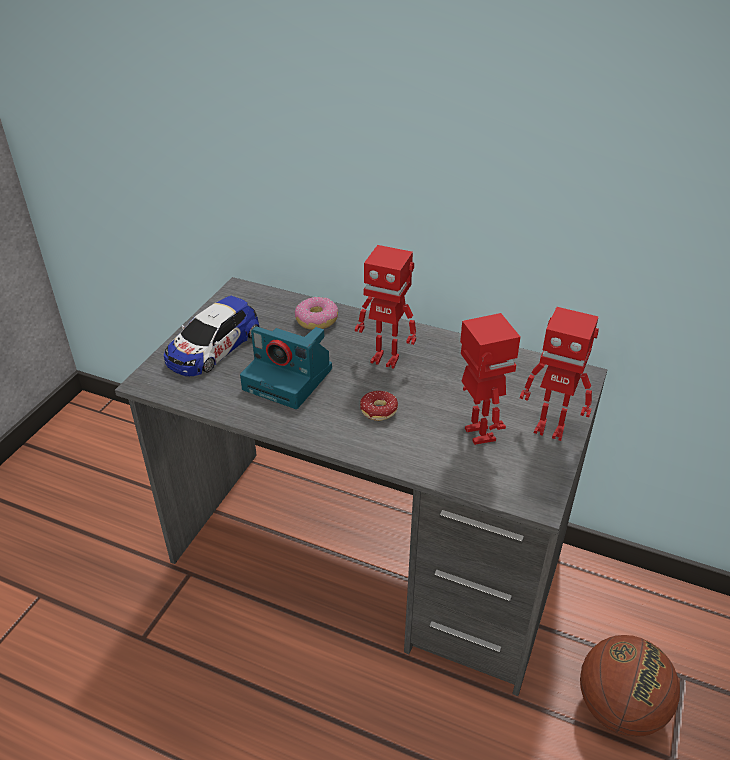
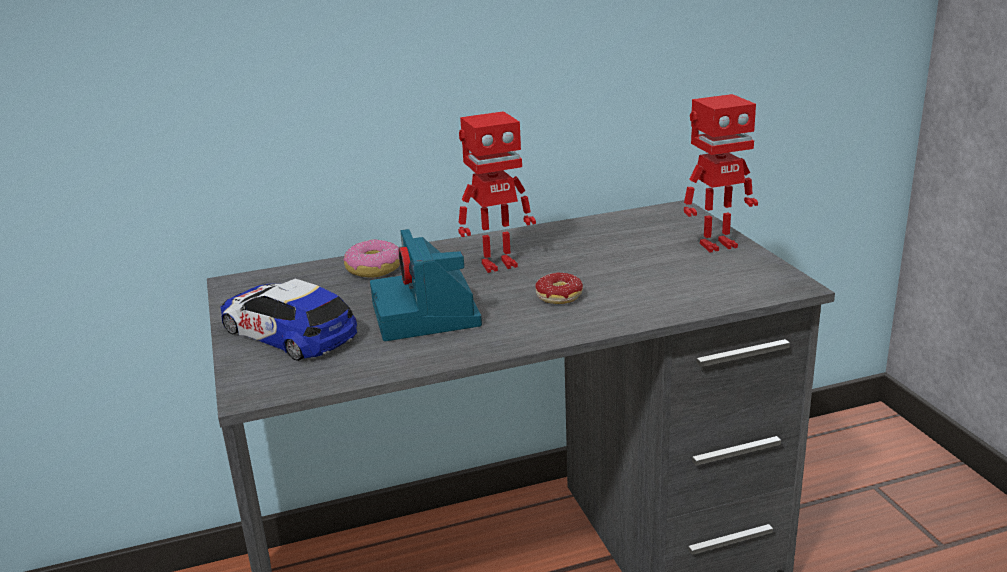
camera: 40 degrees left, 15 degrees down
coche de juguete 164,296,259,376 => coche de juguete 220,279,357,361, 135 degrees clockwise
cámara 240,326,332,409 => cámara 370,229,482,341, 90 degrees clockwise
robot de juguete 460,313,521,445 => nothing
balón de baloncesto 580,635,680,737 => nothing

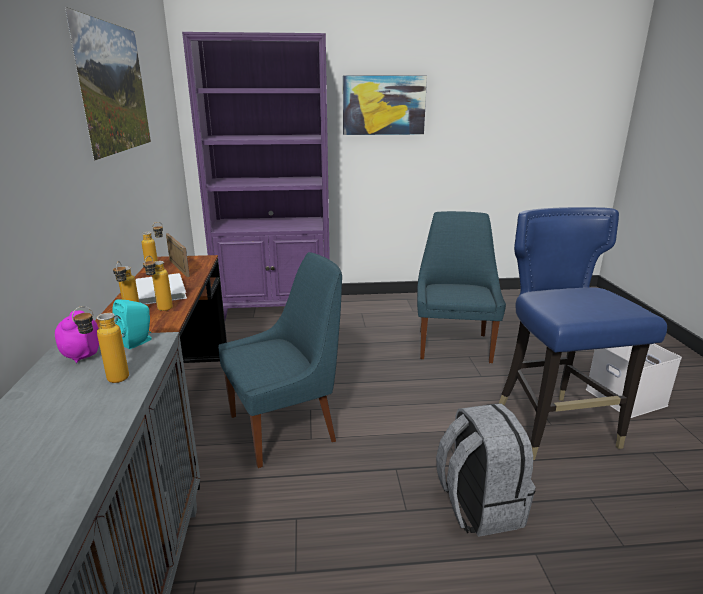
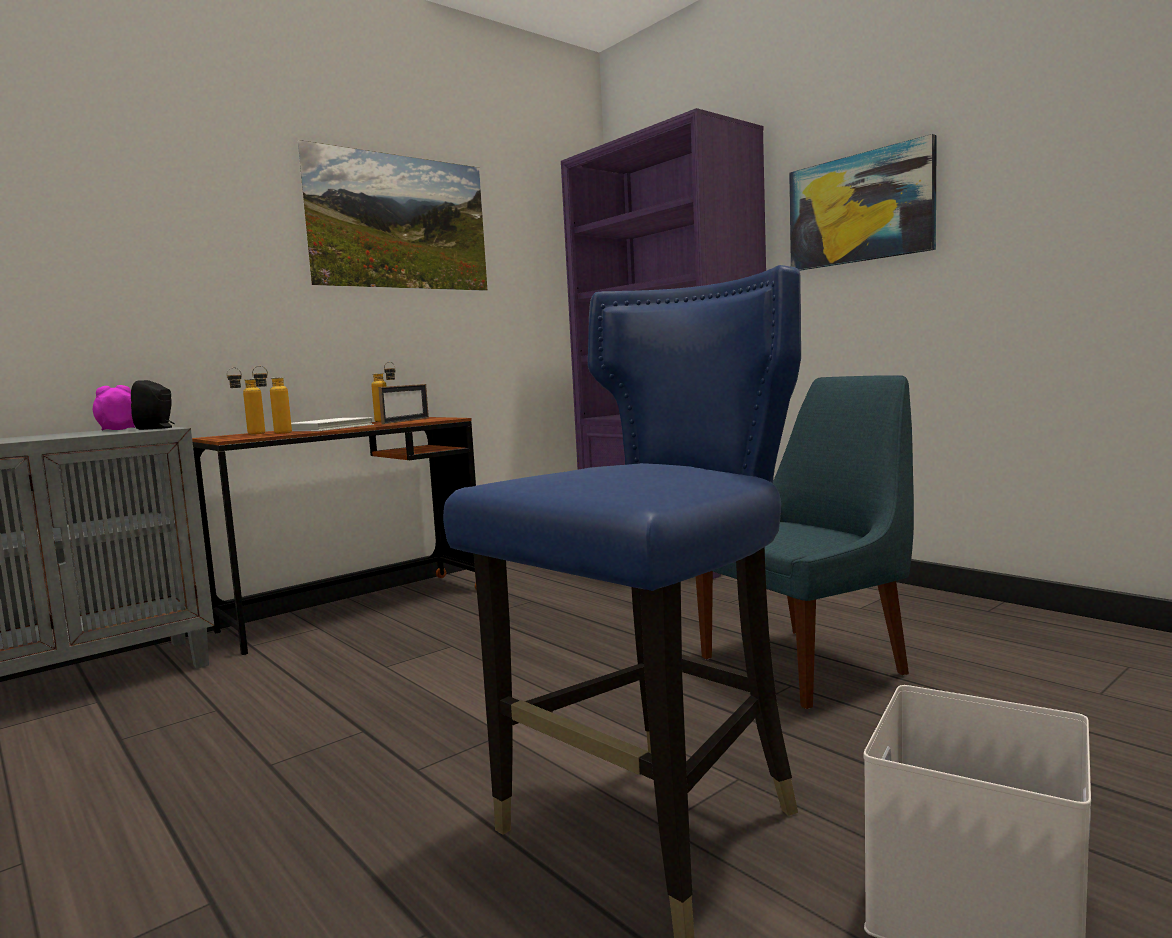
camera: 55 degrees right, 15 degrees down
altavoz [turquesa] 112,299,152,349 => altavoz [negro] 131,380,175,430
botella 72,306,129,383 => nothing
silla [azul] 218,252,342,468 => nothing
mochila [gris] 436,403,536,537 => nothing

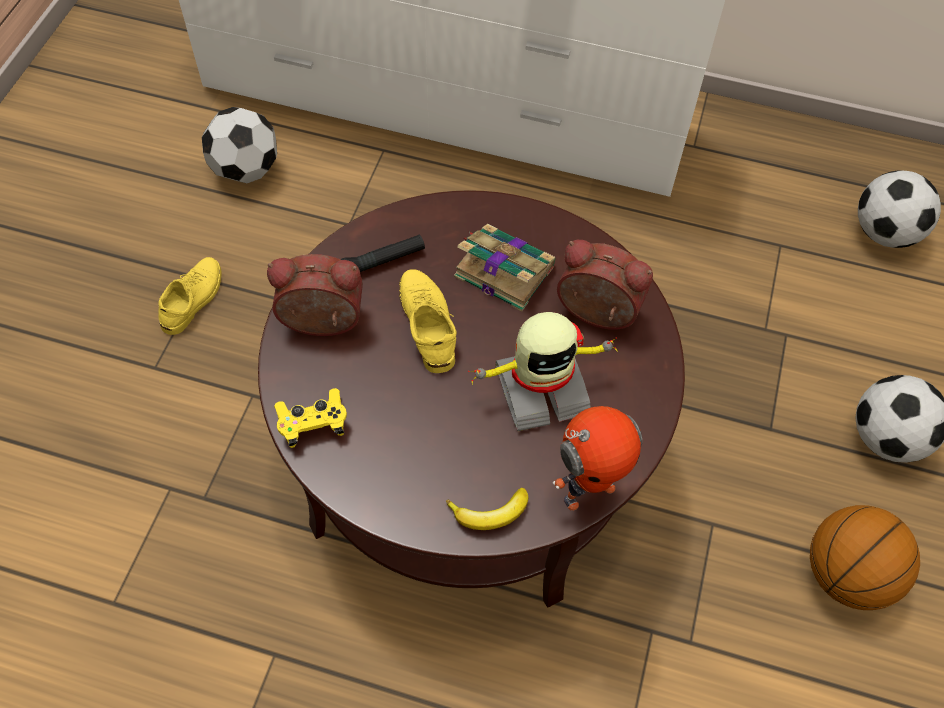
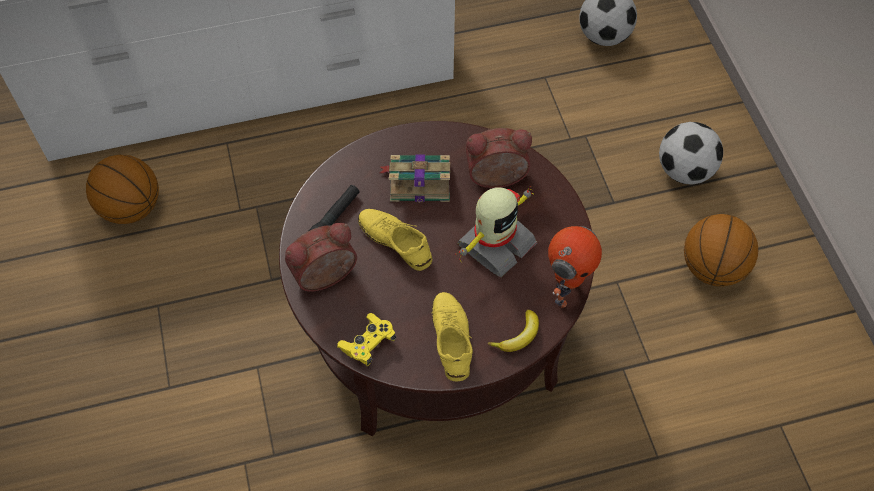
camera: 30 degrees left, 0 degrees up
balón de fútbol 202,107,277,183 => balón de baloncesto 86,155,159,224
zapato [amarillo] 158,257,222,335 => zapato [amarillo] 432,292,473,381, moved

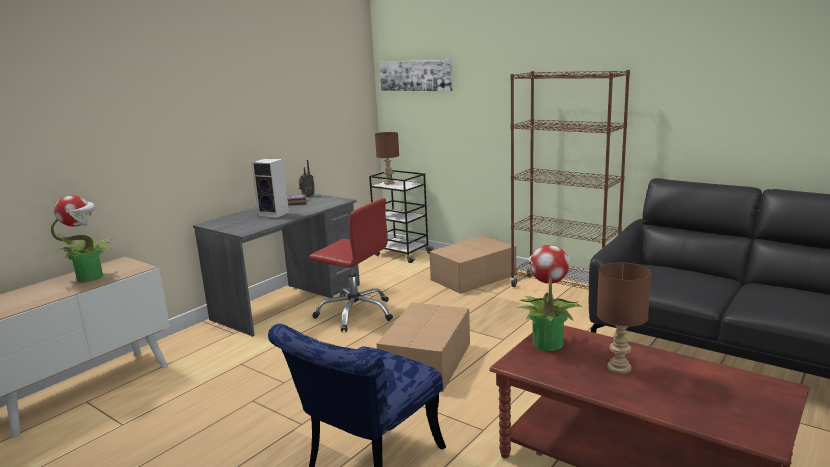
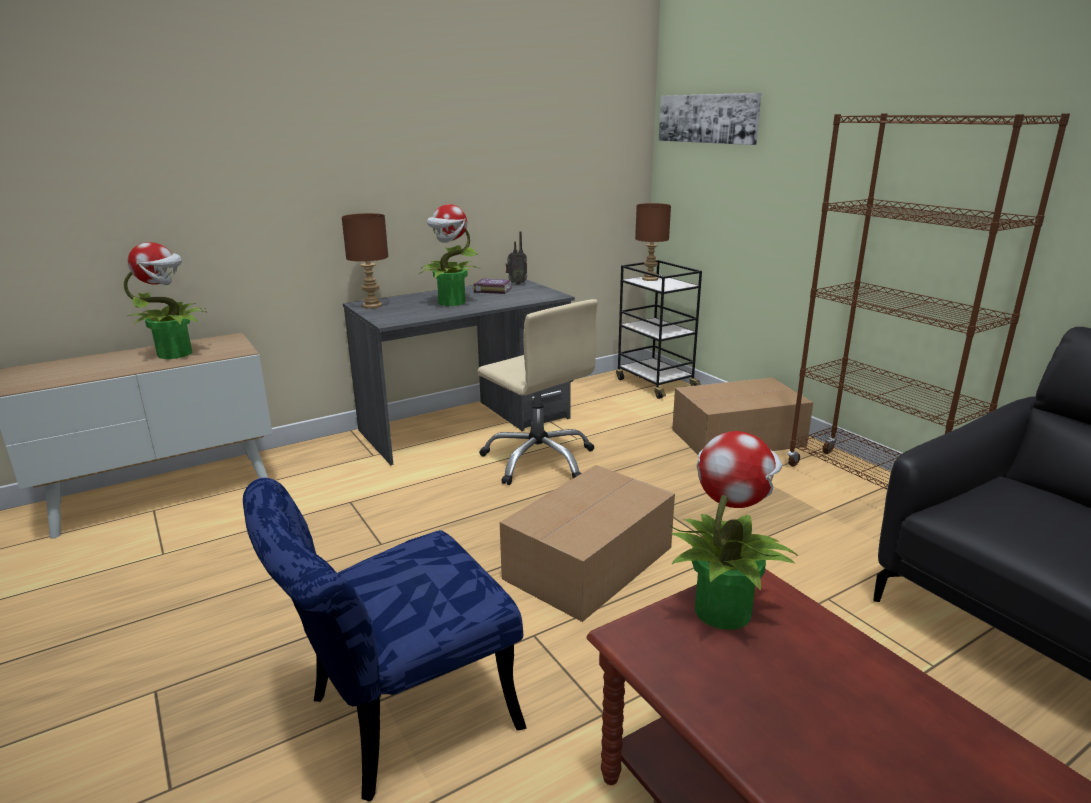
camera: 20 degrees right, 5 degrees up
lámpara de mesa [marrón] 597,262,651,374 => lámpara de mesa [marrón] 342,213,388,309, moved
altavoz 251,159,289,218 => planta en maceta 419,204,480,306
silla de oficina [rojo] 309,198,393,332 => silla de oficina [beis] 477,299,598,485

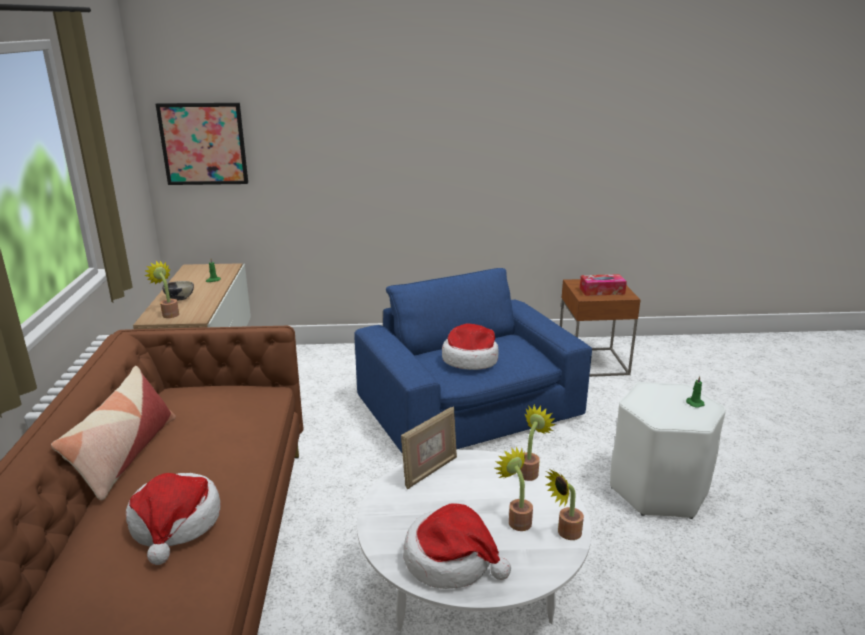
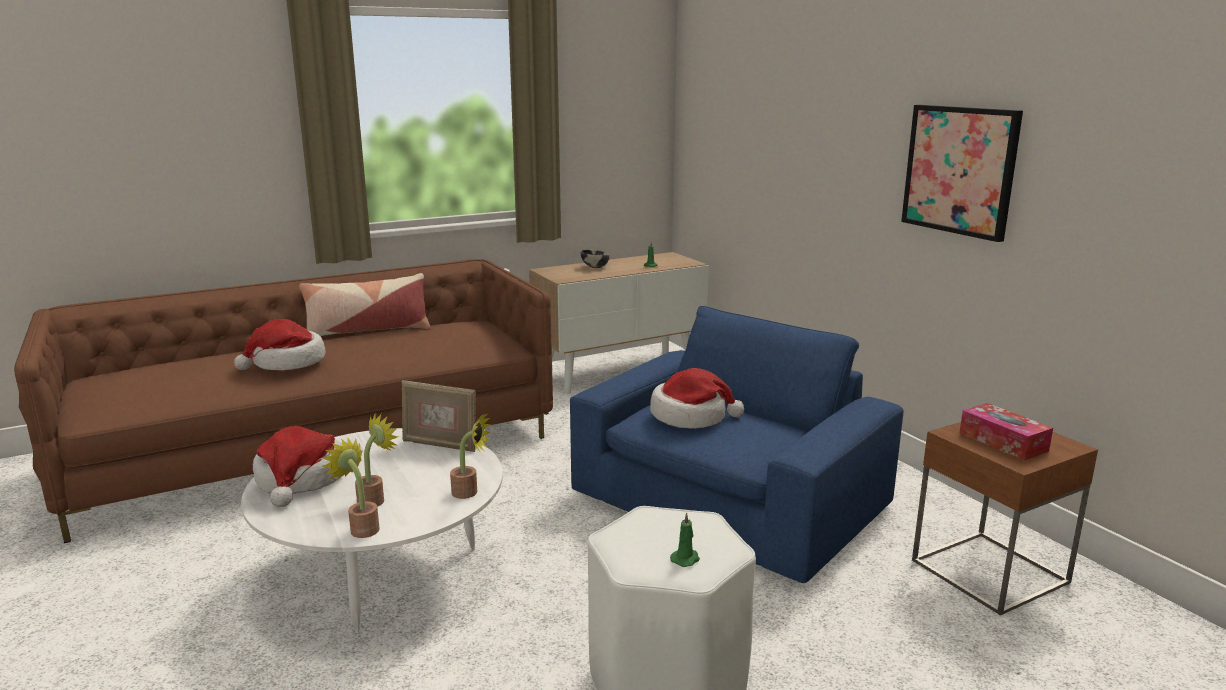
camera: 65 degrees right, 5 degrees down
cuadro 156,103,248,185 => cuadro 901,105,1023,242, moved
planta en maceta 144,261,179,318 => nothing

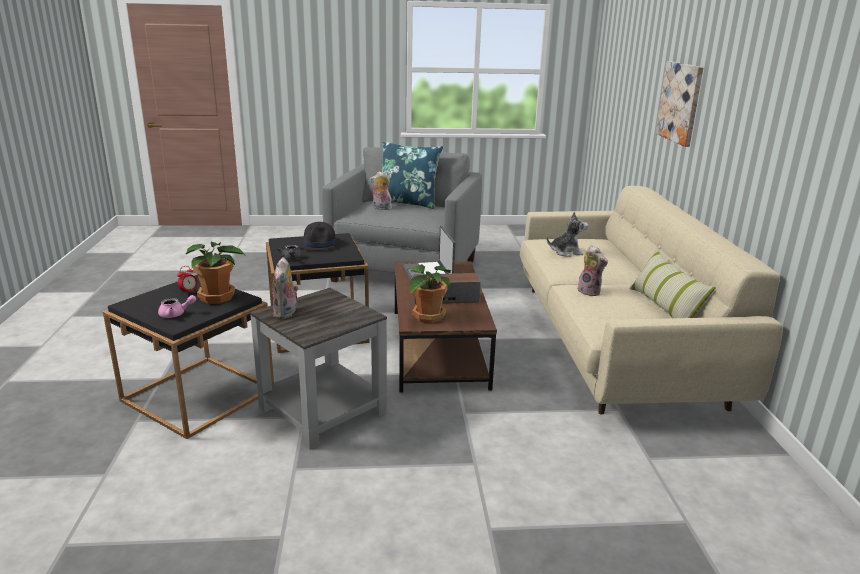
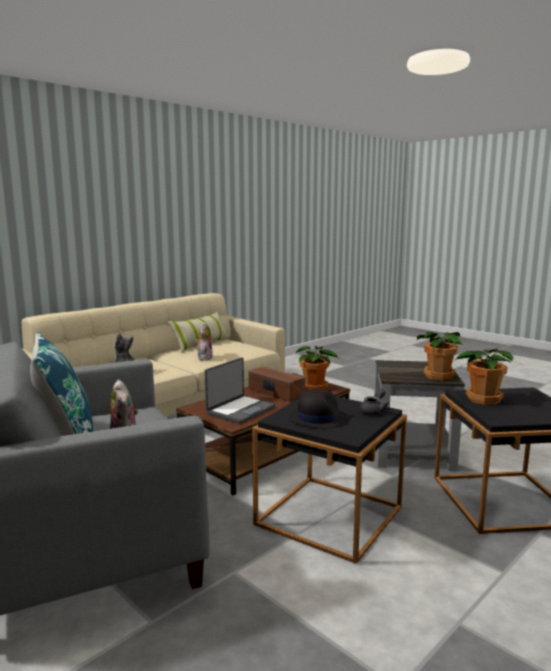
camera: 130 degrees left, 10 degrees down
peluche 273,257,299,319 => planta en maceta 417,332,464,381
tetera [rosa] 158,295,196,318 => nothing
despertador 177,266,198,295 => nothing
cuadro 655,61,704,147 => nothing

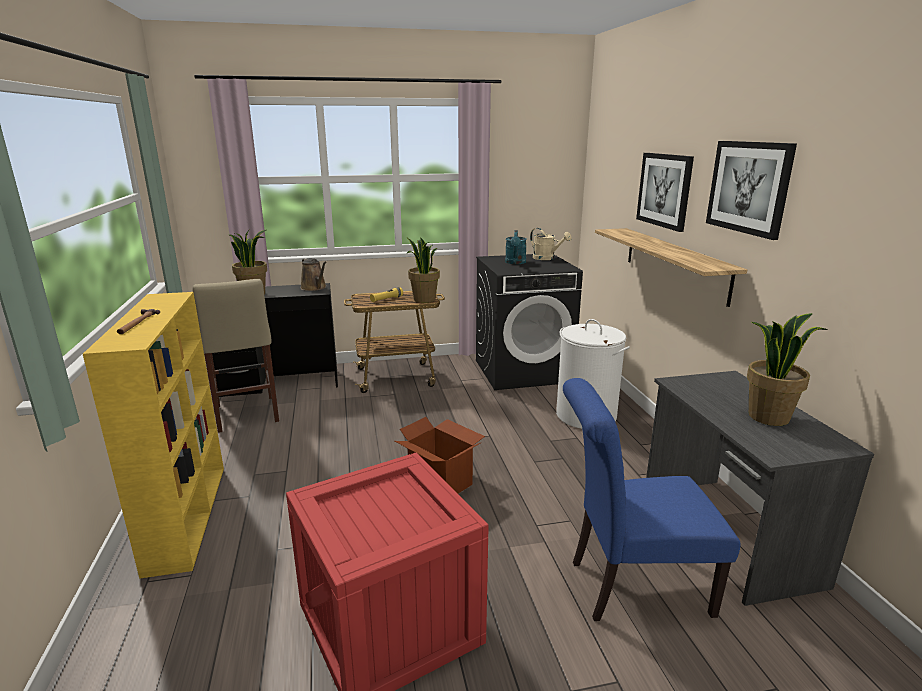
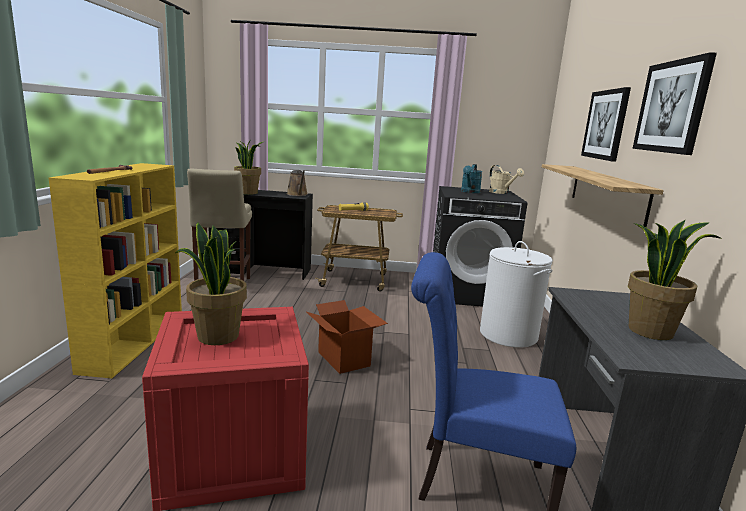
camera: 15 degrees right, 5 degrees down
planta en maceta 406,237,440,303 => planta en maceta 175,222,247,345, moved

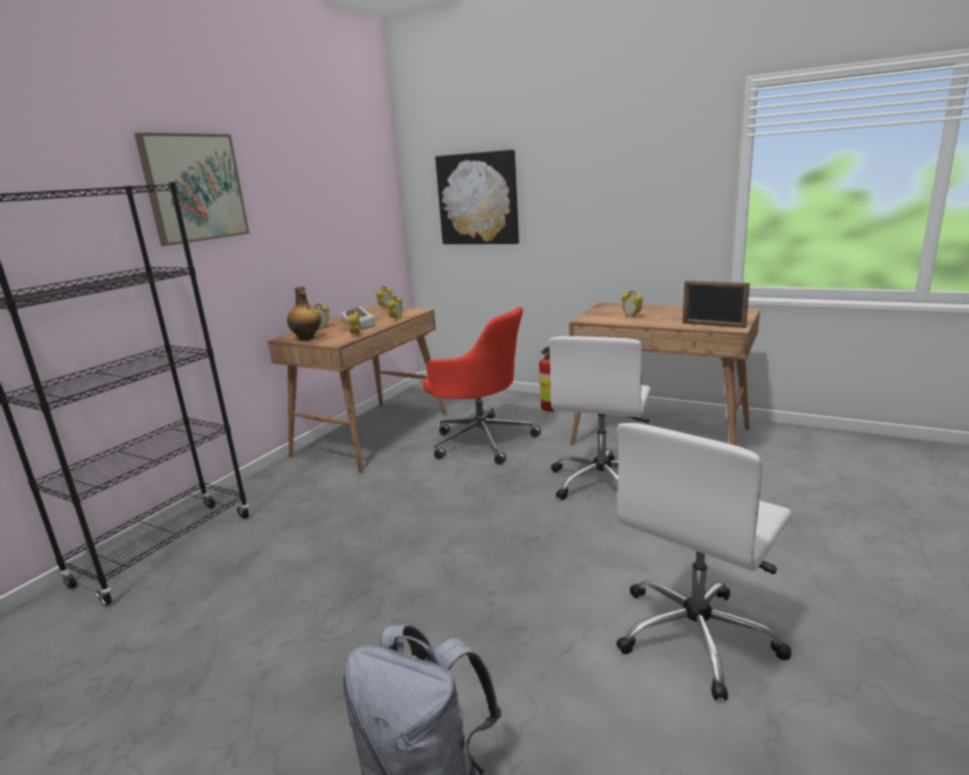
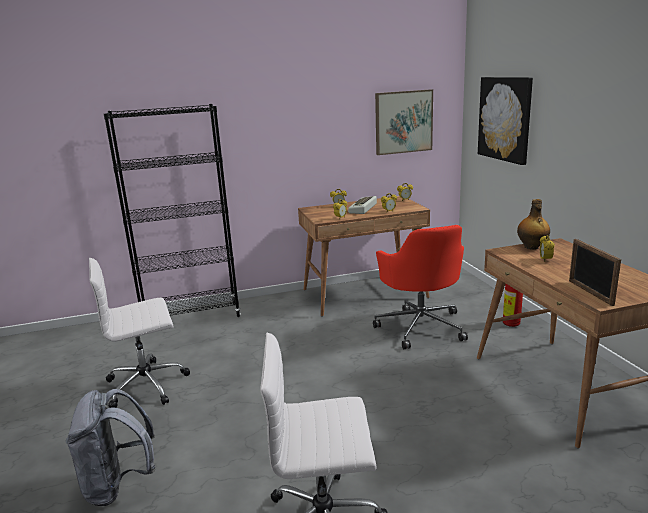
camera: 45 degrees right, 0 degrees up
silla de oficina [blanco] 549,336,651,500 => silla de oficina [blanco] 89,258,190,408, moved
cuadro 134,133,249,246 => cuadro 375,89,433,155, moved
botella 287,286,321,340 => botella 517,199,550,250, moved

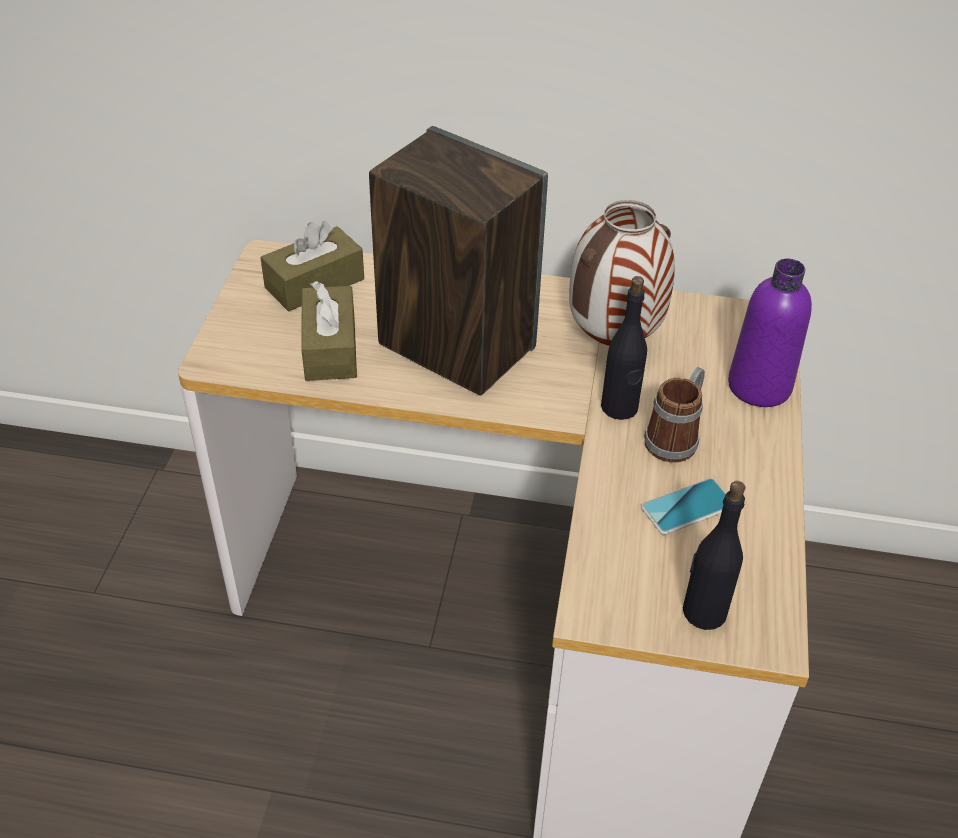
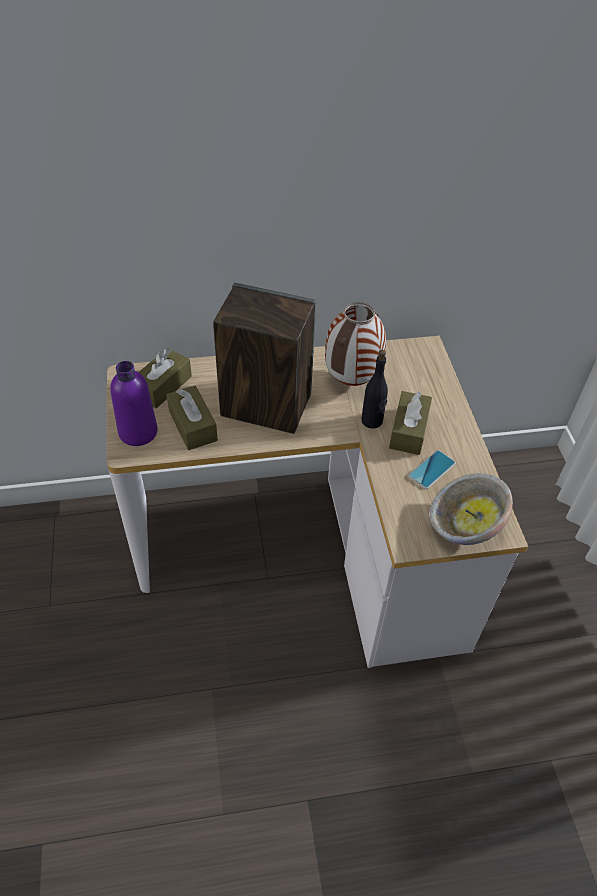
camera: 20 degrees left, 5 degrees up
botella [morado] 728,259,812,407 => botella [morado] 110,361,158,446, moved
taza grande 644,367,705,463 => caja de pañuelos [marrón] 389,391,432,455
botella [negro] 683,481,746,630 => cuenco 430,473,513,545

